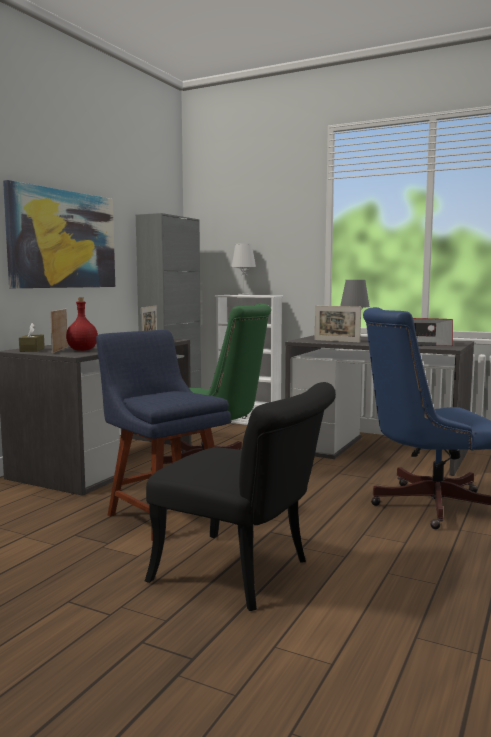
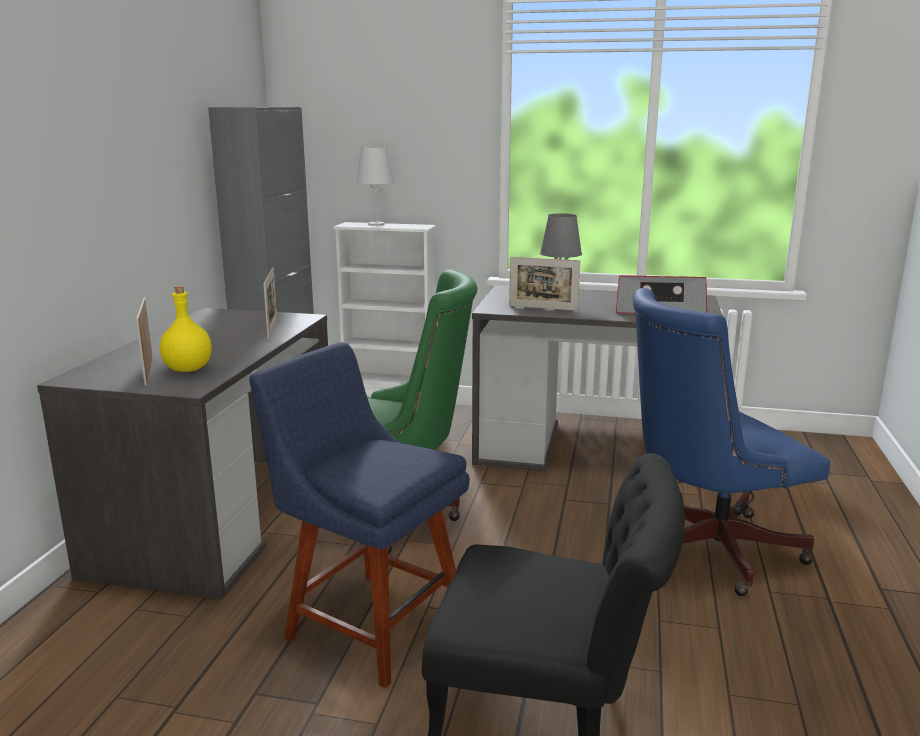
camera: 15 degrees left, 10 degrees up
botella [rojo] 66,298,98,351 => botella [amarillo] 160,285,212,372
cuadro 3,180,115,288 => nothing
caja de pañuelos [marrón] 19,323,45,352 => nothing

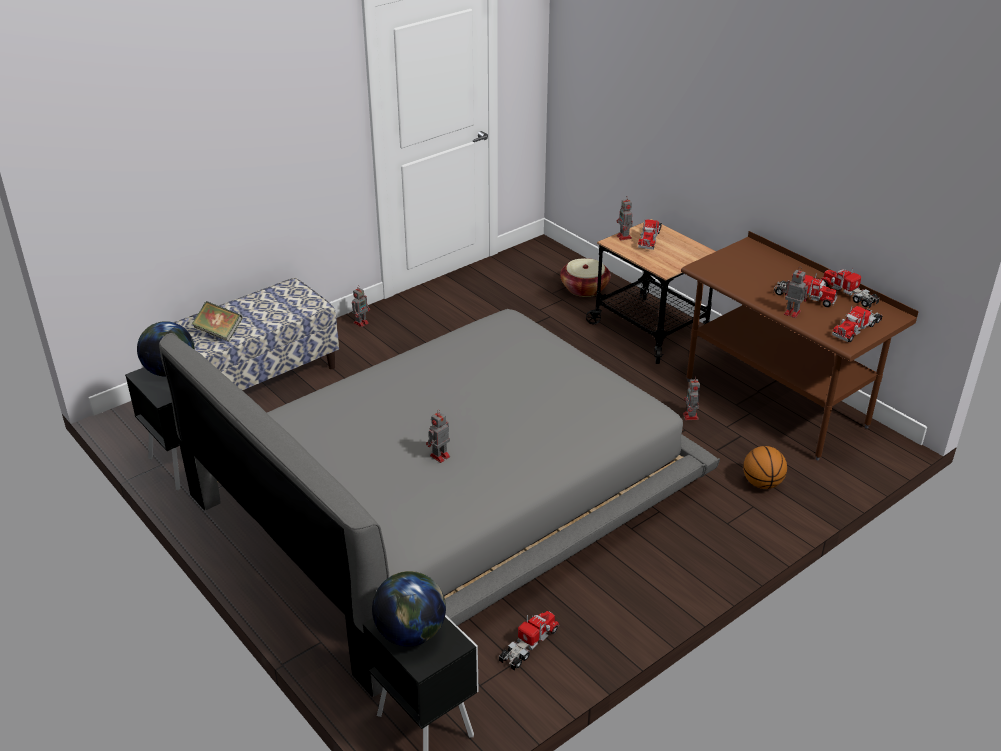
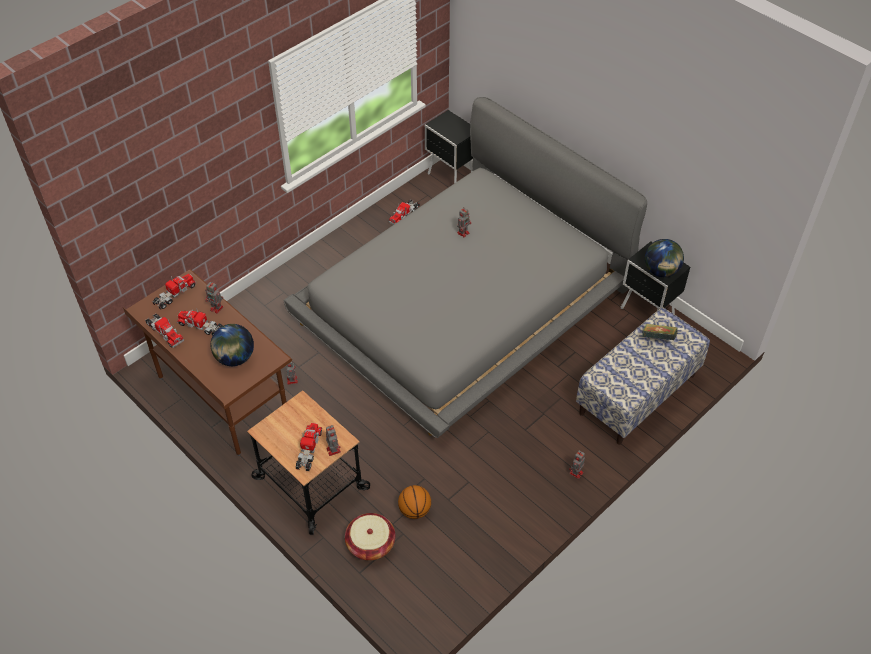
camera: 175 degrees right, 15 degrees up
globo terráqueo 372,571,446,646 => globo terráqueo 211,324,254,366, moved
balón de baloncesto 743,446,787,489 => balón de baloncesto 398,485,431,519, moved

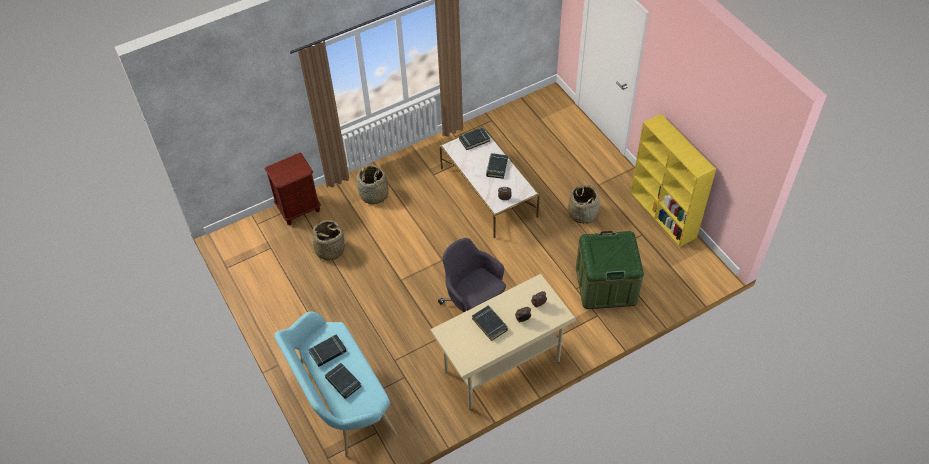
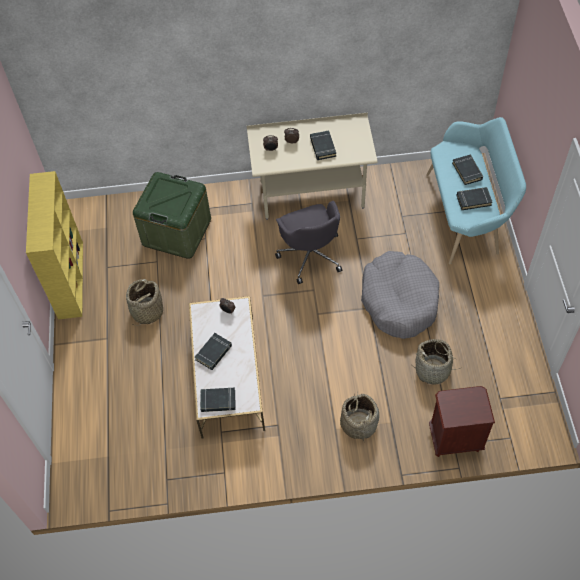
camera: 155 degrees left, 5 degrees up
nothing => cama para perro [gris] 361,251,439,339

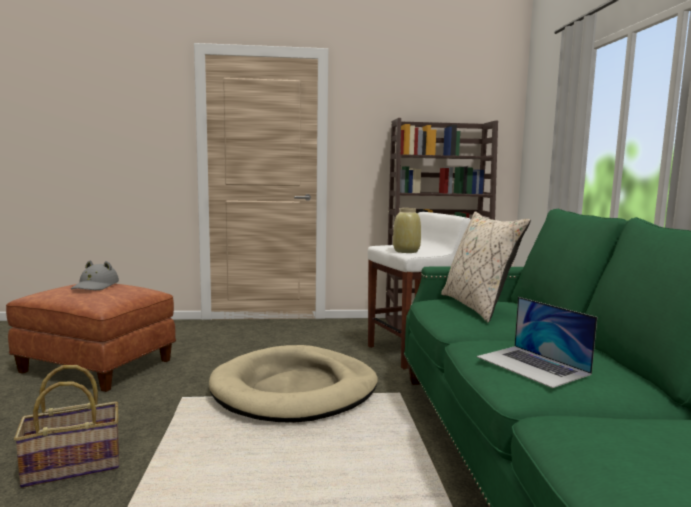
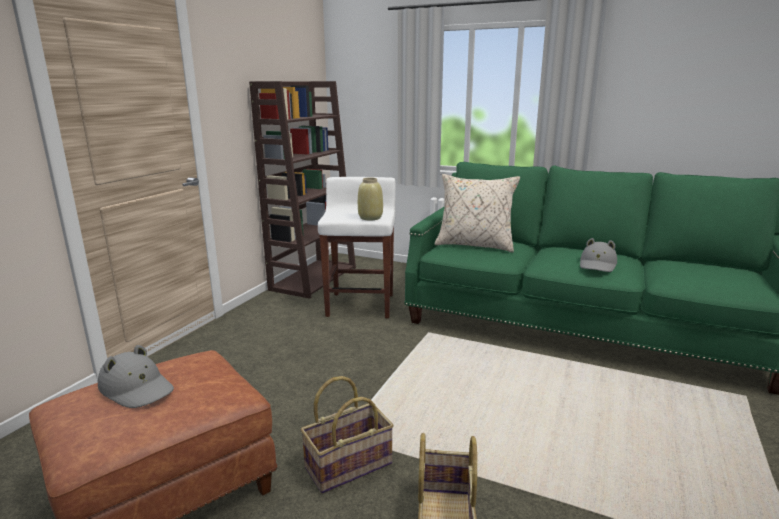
camera: 60 degrees left, 10 degrees up
nothing => cesta 301,376,394,493
portátil 477,297,597,388 => sombrero [gris] 580,238,617,272
cama para perro [beis] 209,345,378,423 => nothing

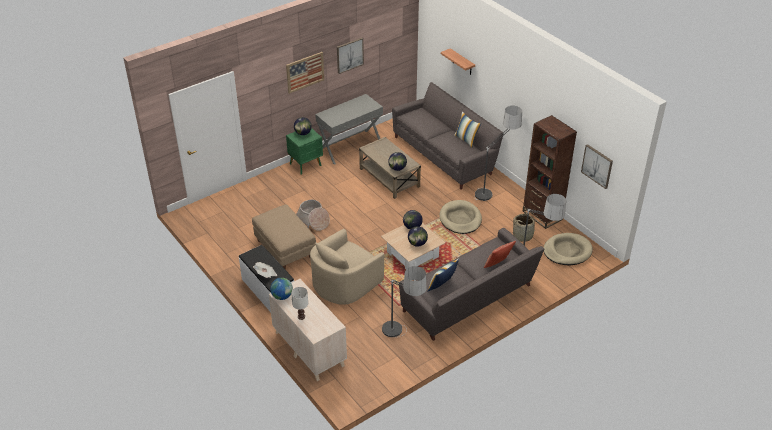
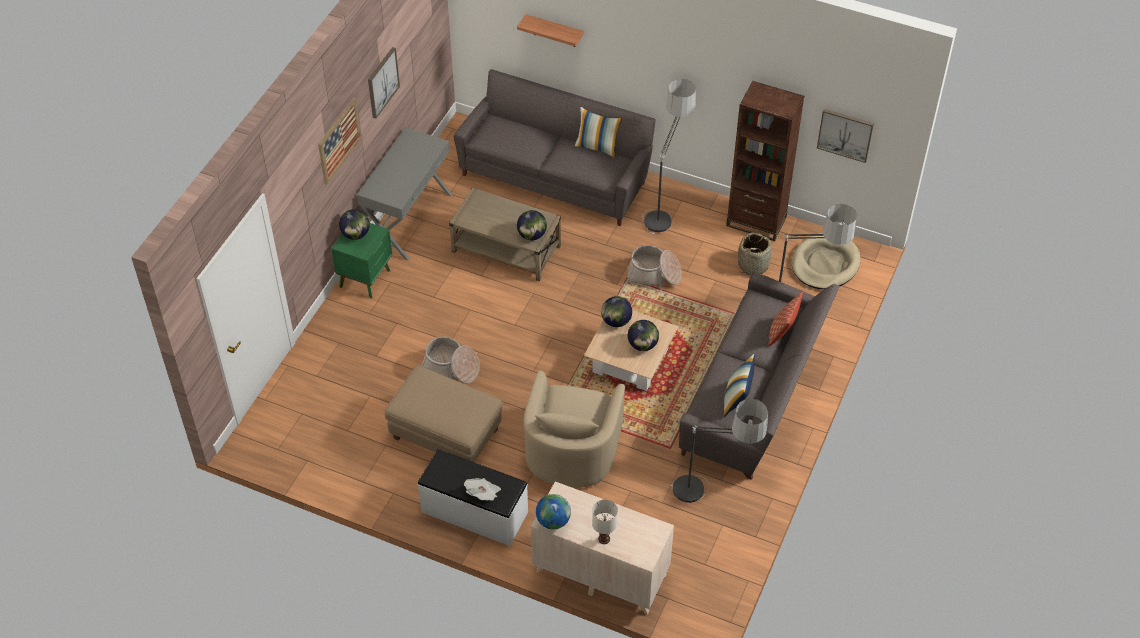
camera: 30 degrees left, 10 degrees up
cama para perro [beis] 439,200,482,234 => cesta 626,245,682,290

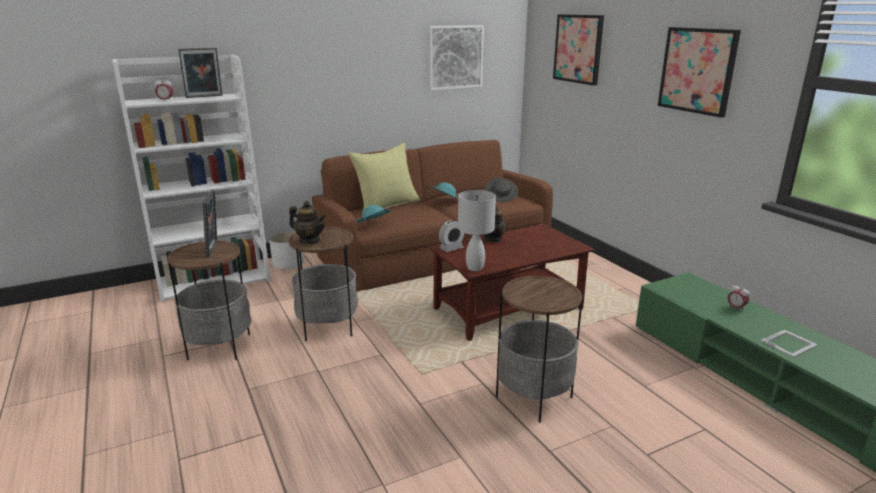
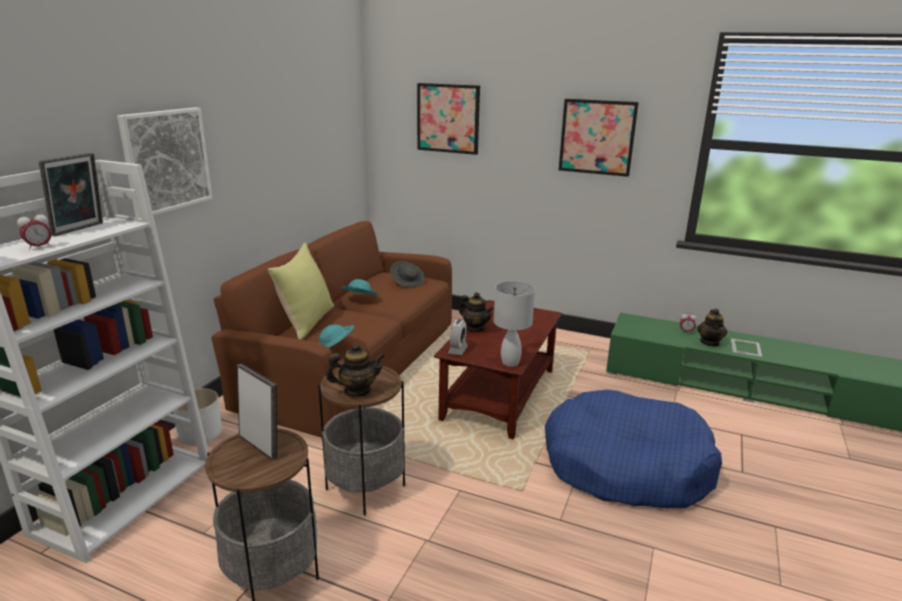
camera: 40 degrees left, 0 degrees up
cuadro 428,25,484,91 => cuadro 117,107,213,218, moved
mesa auxiliar 496,275,583,423 => cama para perro [azul] 545,390,722,508
nothing => tetera 697,309,728,347

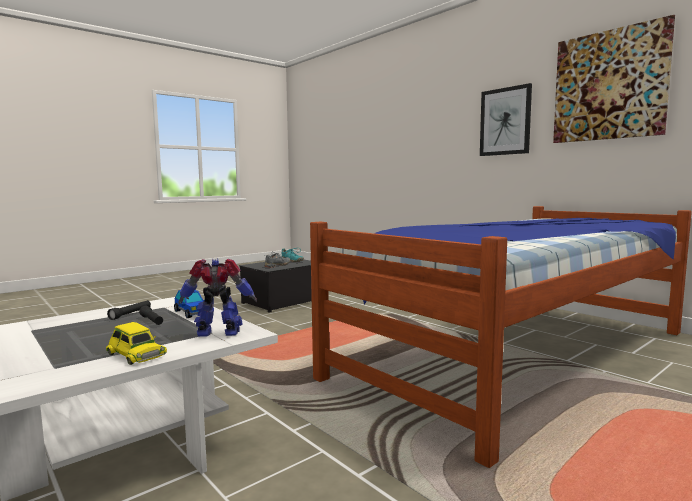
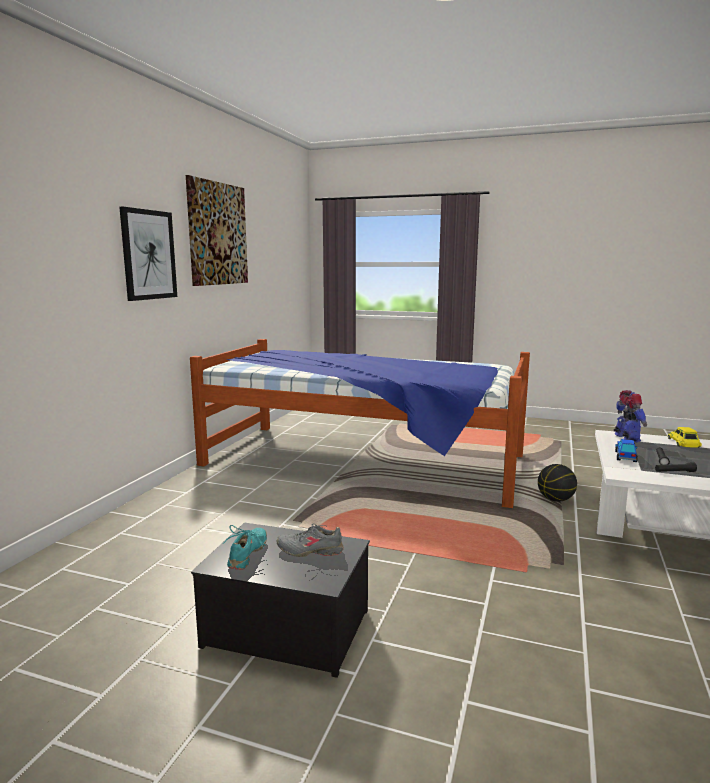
camera: 120 degrees left, 5 degrees up
nothing => balón de baloncesto 538,464,577,502
robot de juguete 179,258,257,337 => robot de juguete 614,390,647,443, 150 degrees counterclockwise

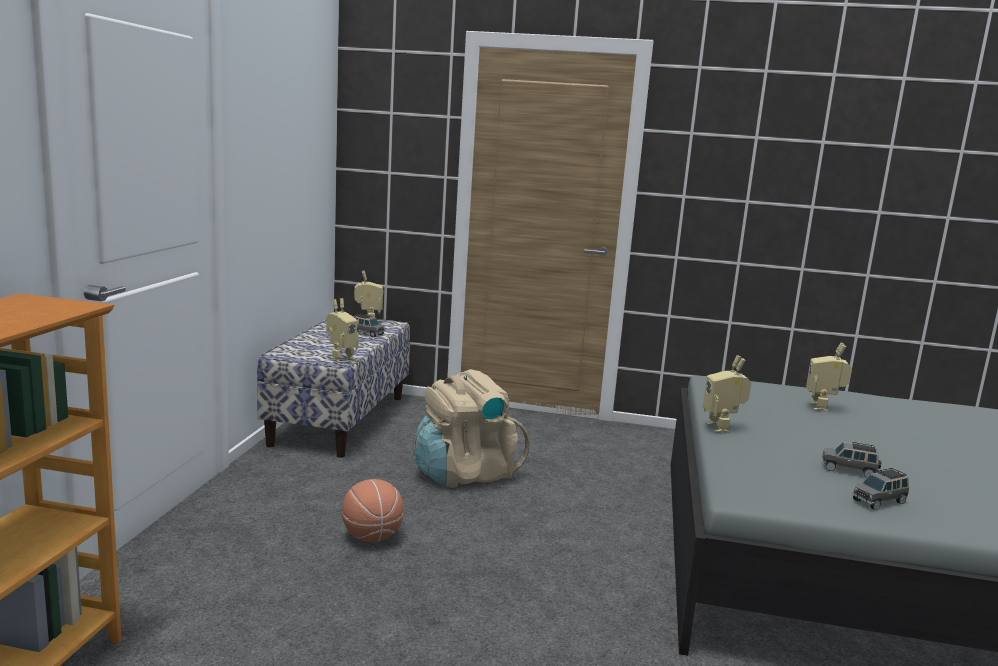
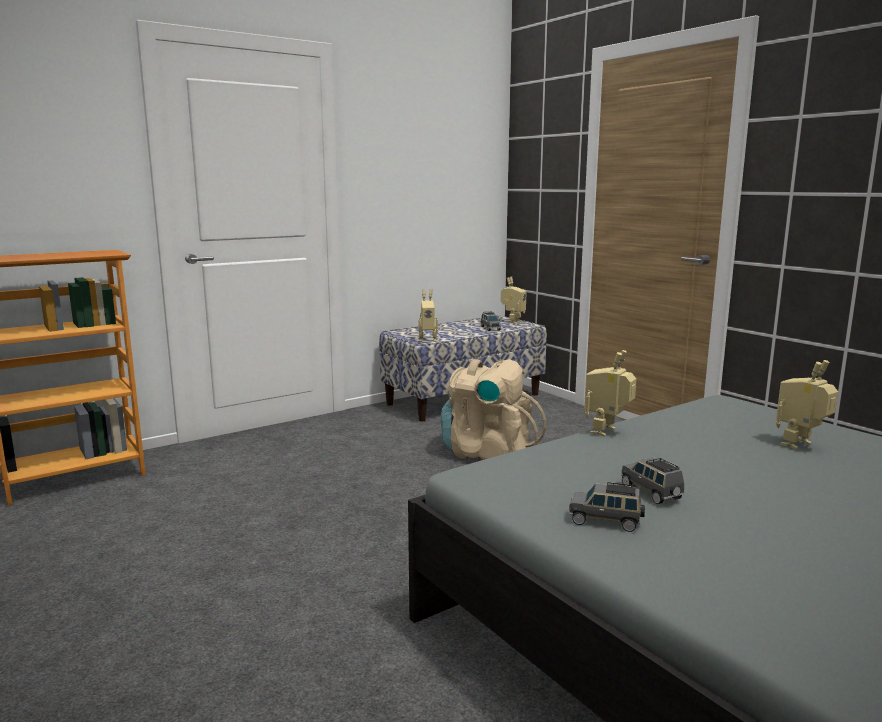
camera: 45 degrees right, 0 degrees up
balón de baloncesto 342,479,404,542 => nothing

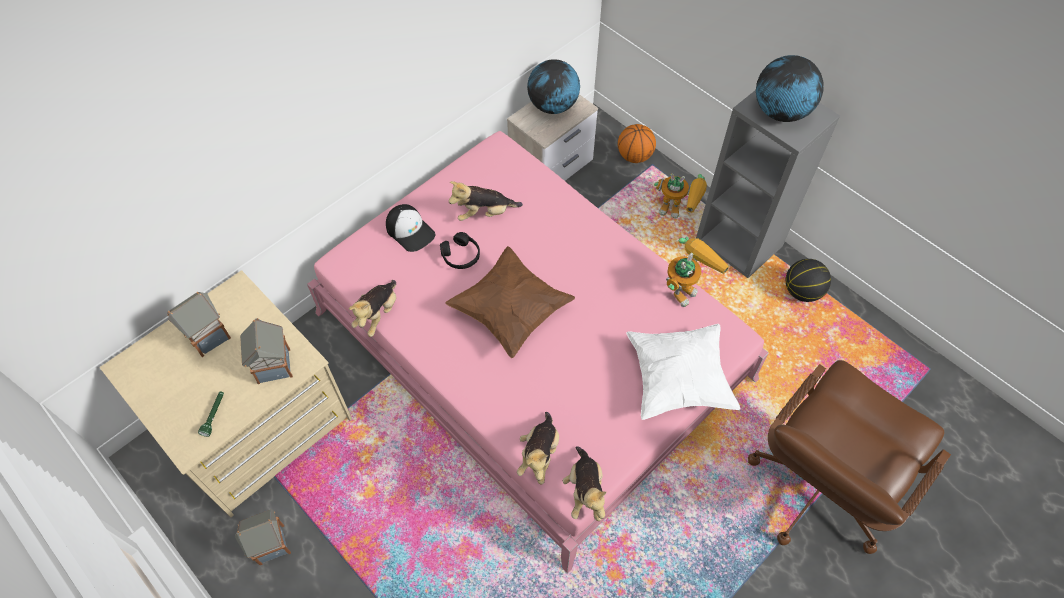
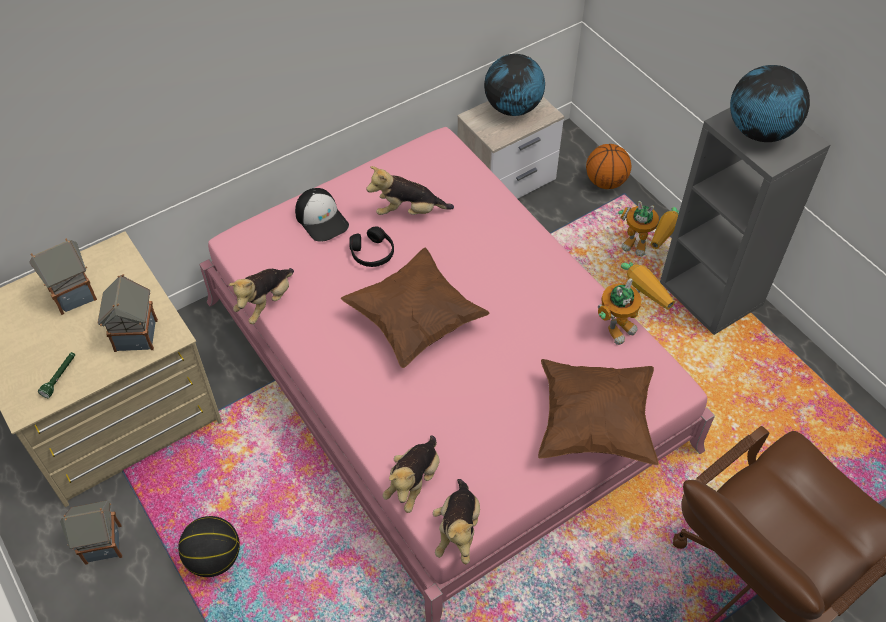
camera: 10 degrees right, 5 degrees down
balón de baloncesto 786,259,831,302 => balón de baloncesto 178,516,240,577, moved
cojín [blanco] 626,324,740,420 => cojín [marrón] 538,359,659,465

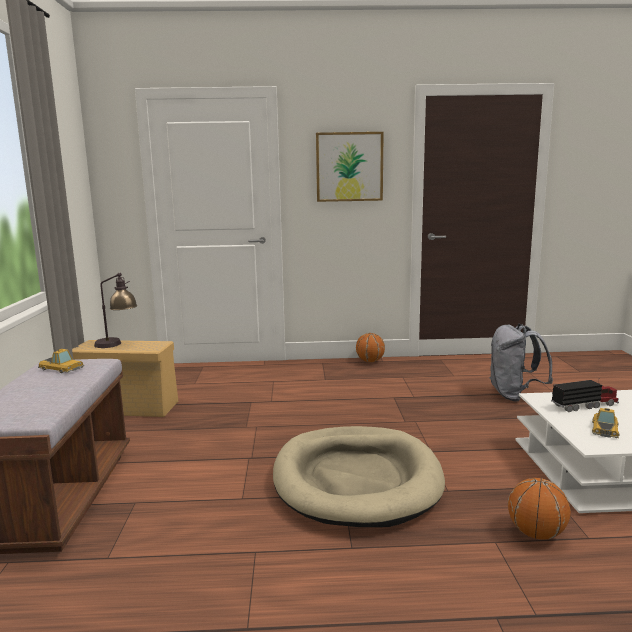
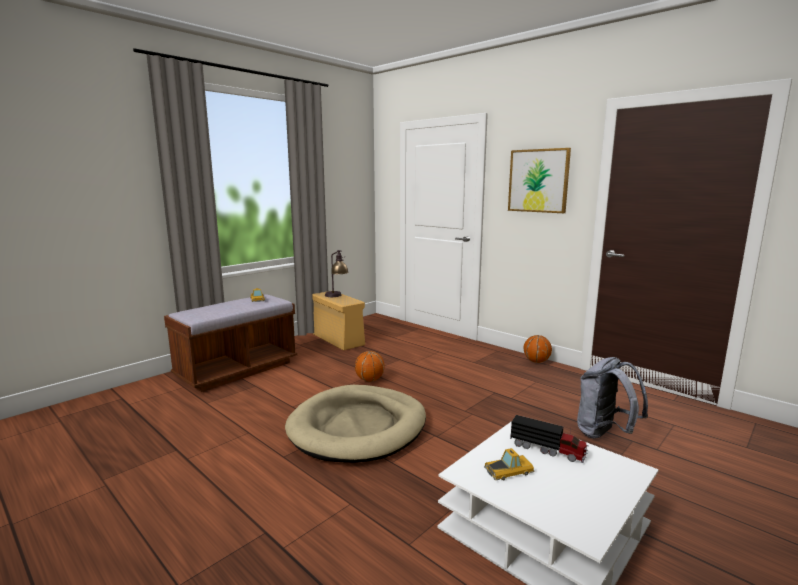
camera: 45 degrees right, 0 degrees up
balón de baloncesto 508,478,571,540 => balón de baloncesto 355,351,385,382, moved

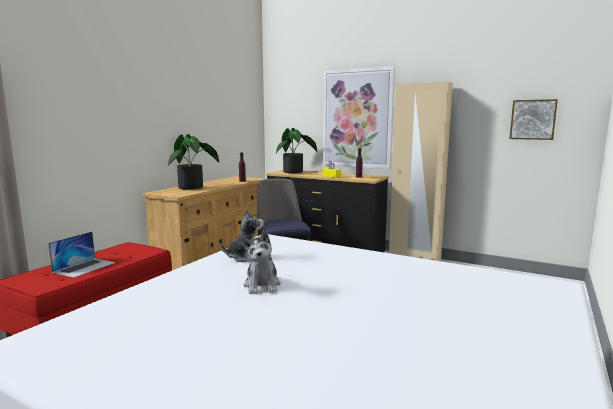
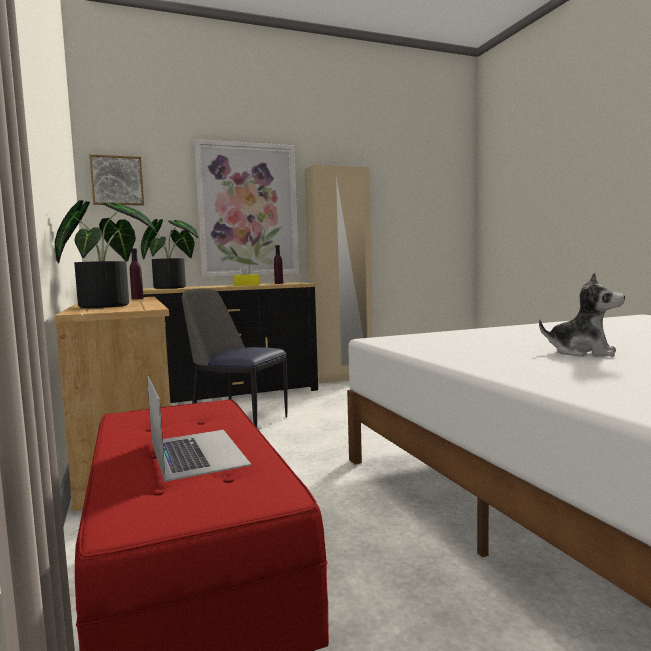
camera: 50 degrees left, 5 degrees down
cuadro 510,99,558,140 => cuadro 89,154,144,205, moved
peluche 221,209,264,262 => nothing

